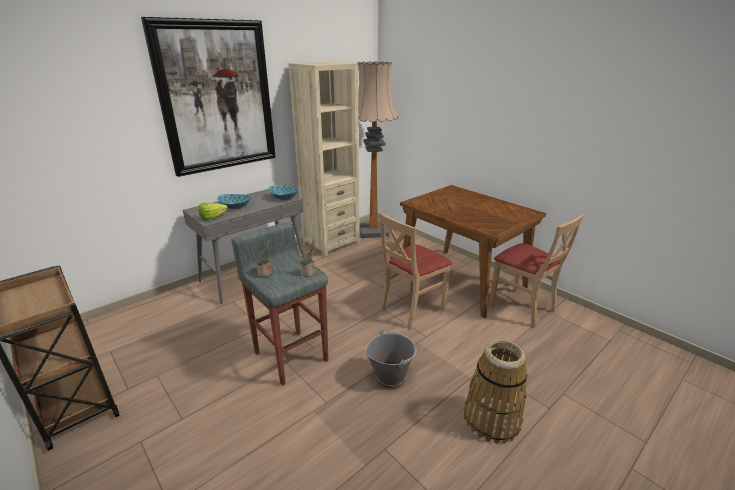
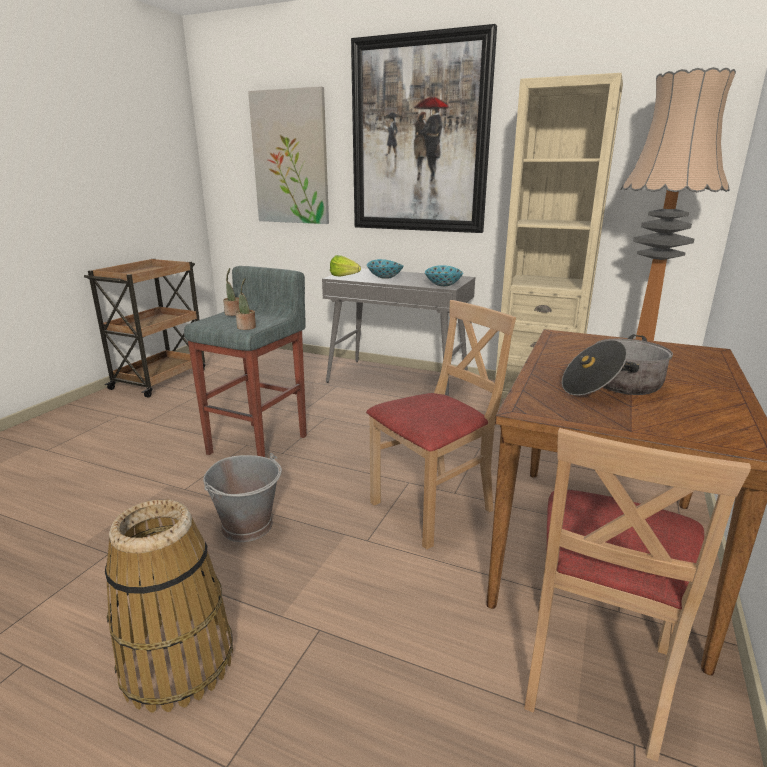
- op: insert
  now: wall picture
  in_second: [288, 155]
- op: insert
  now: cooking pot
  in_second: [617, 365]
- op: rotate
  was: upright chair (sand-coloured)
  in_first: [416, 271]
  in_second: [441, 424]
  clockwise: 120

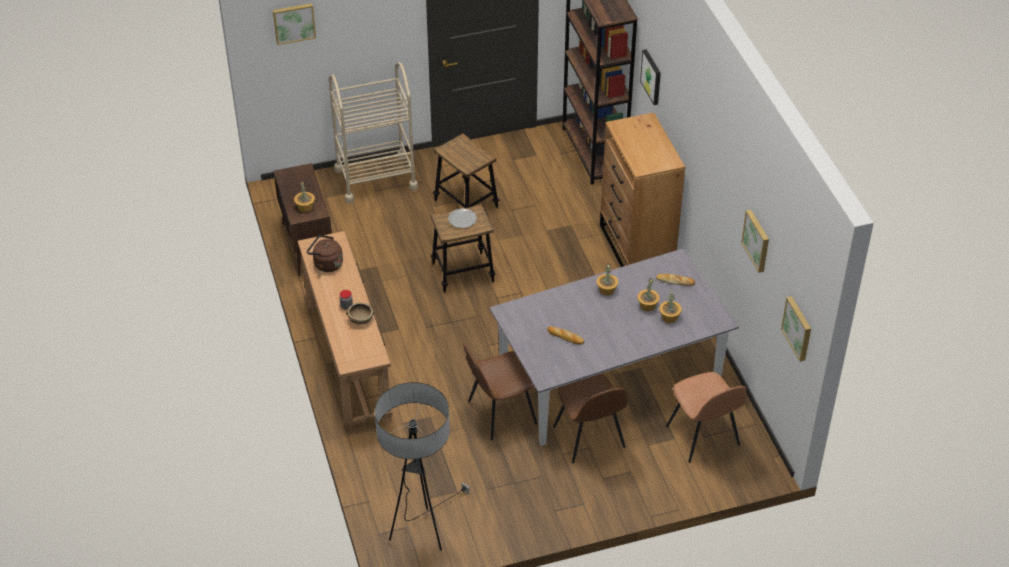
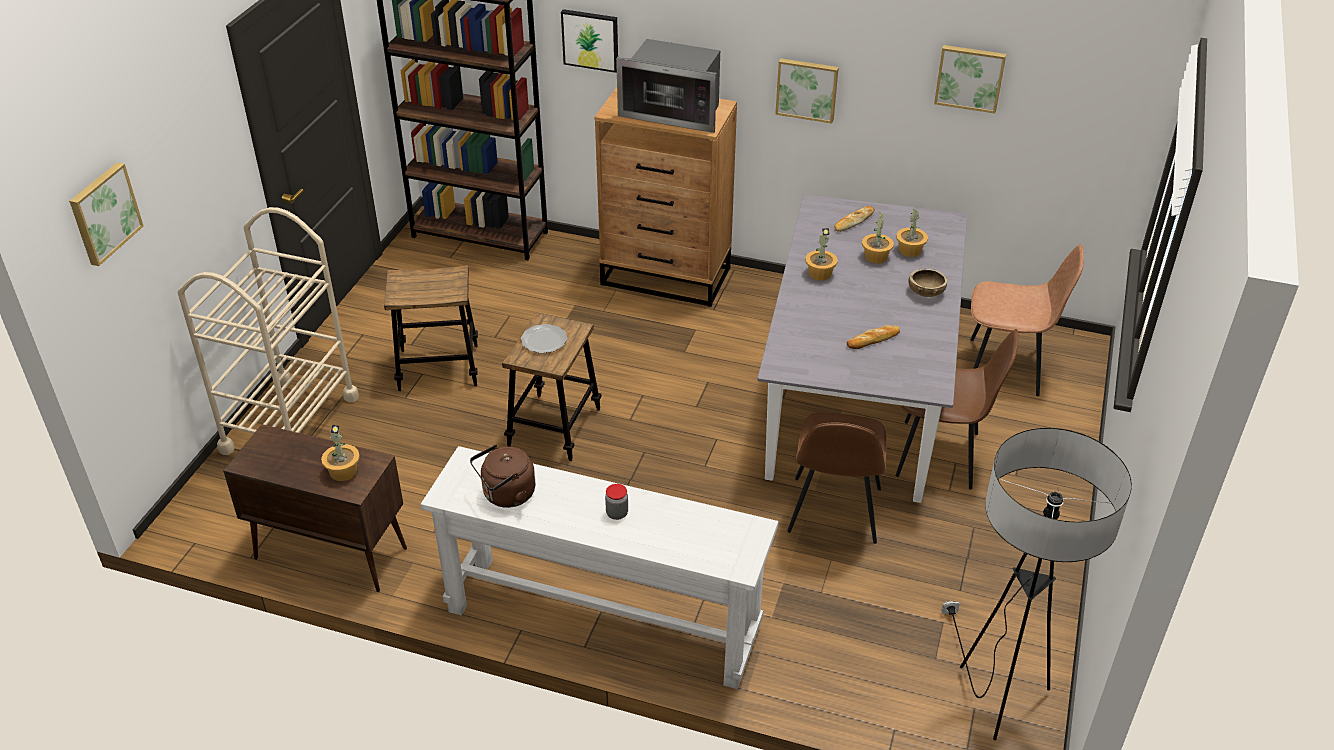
- op: insert
  now: microwave
  in_second: [668, 86]
- op: move
  was: serving bowl (brownish)
  in_first: [360, 314]
  in_second: [927, 283]
- op: move
  was: wall picture
  in_first: [796, 329]
  in_second: [807, 91]
- op: recolor
  was: console table (brownish)
  now: console table (whitish)
  in_first: [345, 331]
  in_second: [599, 567]

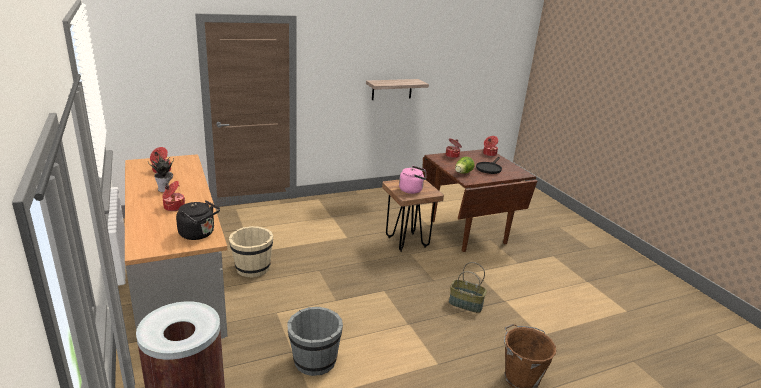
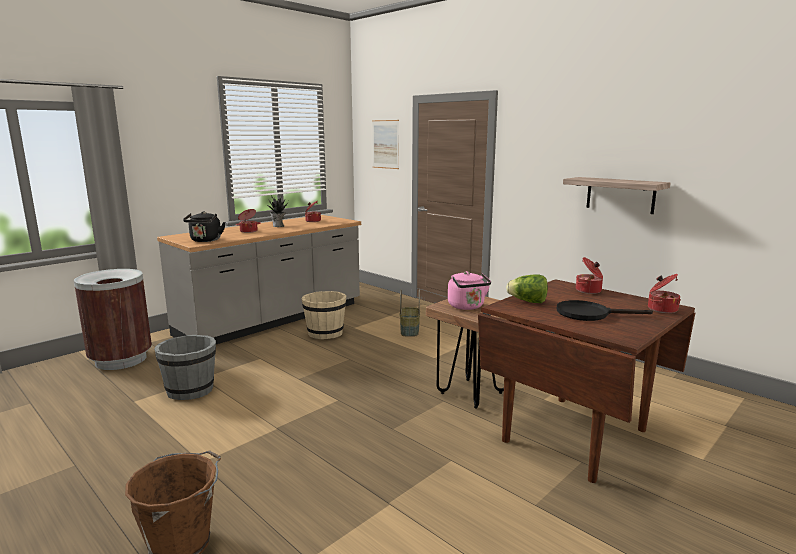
- op: insert
  now: wall picture
  in_second: [385, 144]
- op: move
  was: storage basket
  in_first: [468, 287]
  in_second: [410, 313]

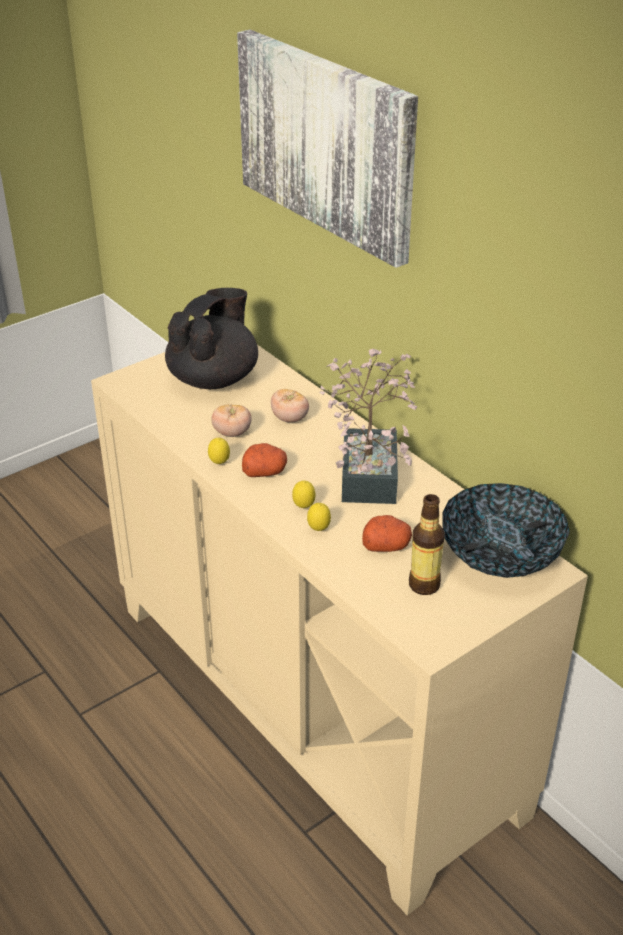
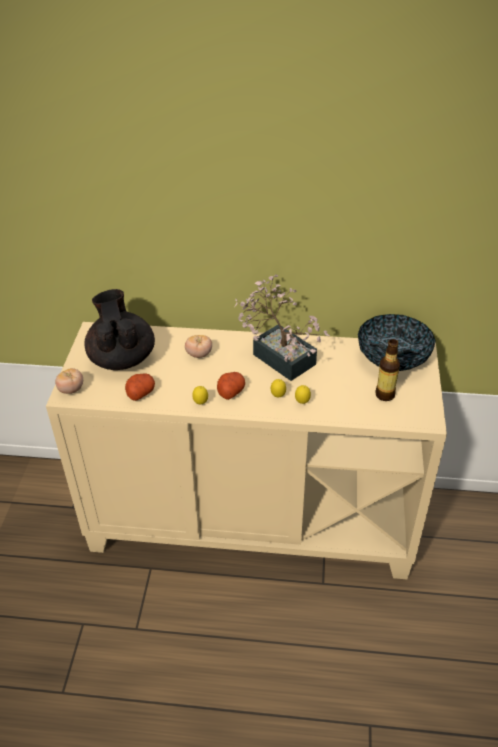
- op: delete
  was: wall picture
  in_first: [327, 148]
- op: move
  was: whole tomato
  in_first: [231, 420]
  in_second: [69, 381]
- op: move
  was: whole potato
  in_first: [387, 533]
  in_second: [140, 387]

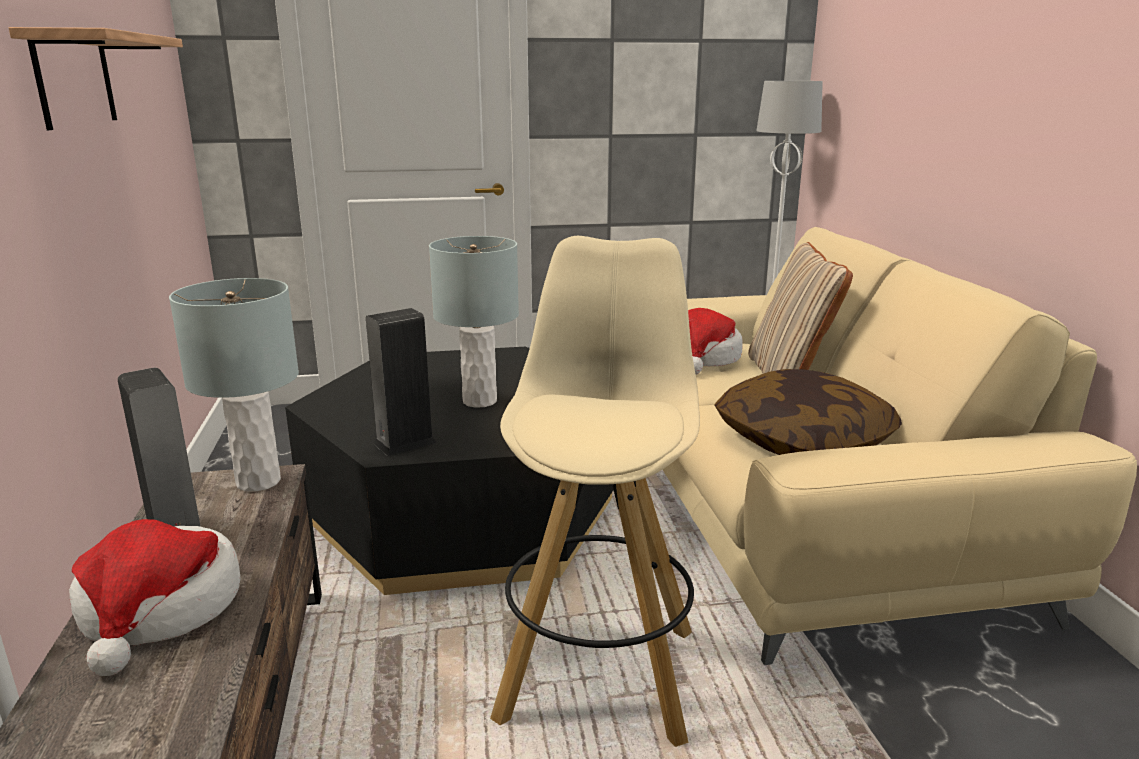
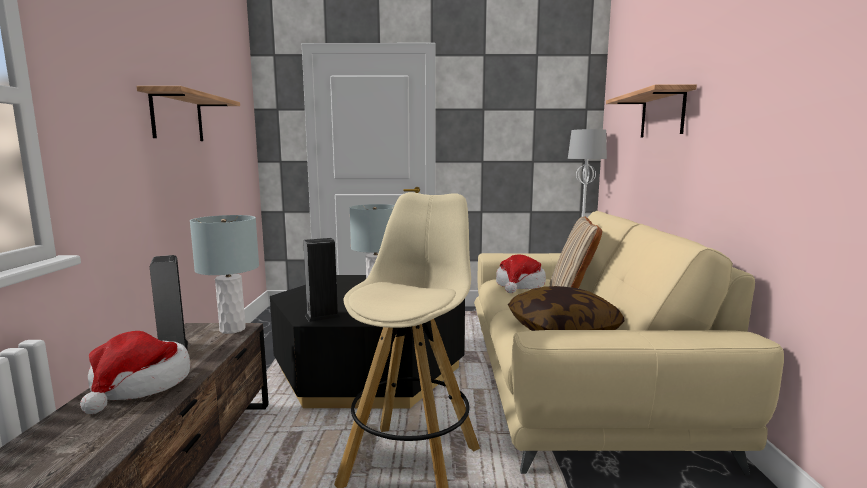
- op: insert
  now: wall shelf
  in_second: [651, 111]

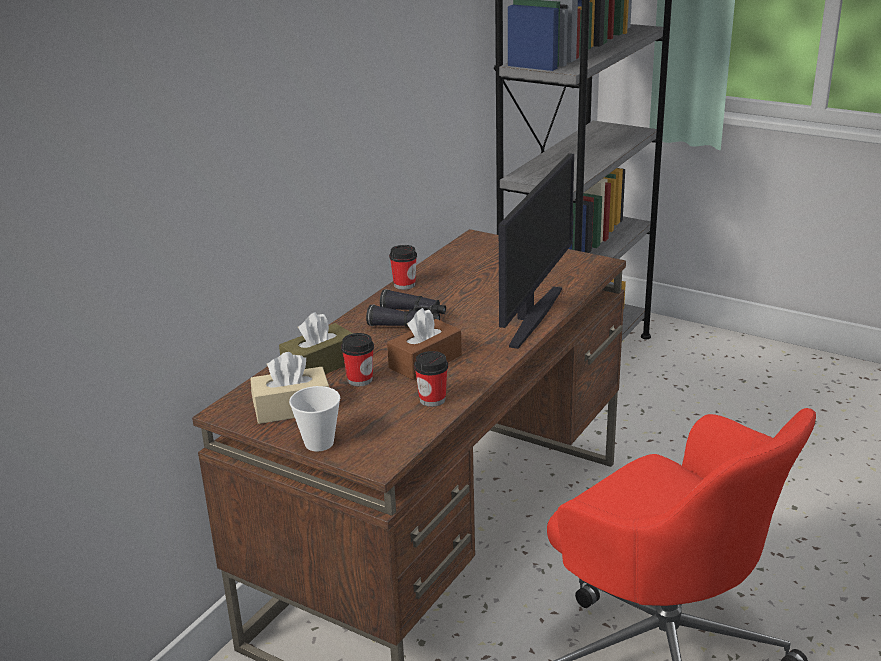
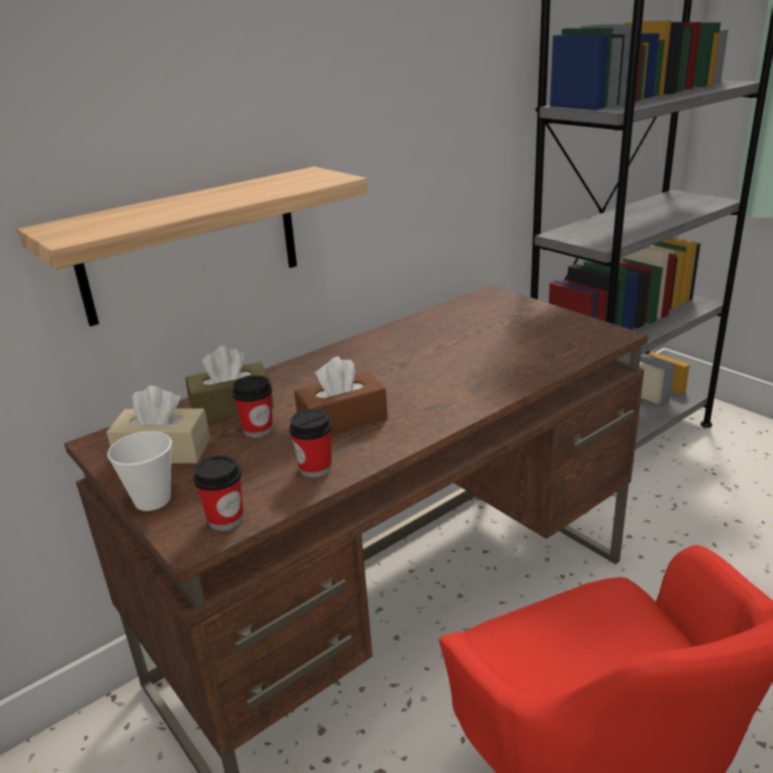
- op: delete
  was: pair of binoculars (black)
  in_first: [406, 308]
- op: delete
  was: computer screen
  in_first: [536, 251]
- op: insert
  now: wall shelf
  in_second: [192, 246]
- op: move
  was: cup
  in_first: [403, 267]
  in_second: [218, 493]

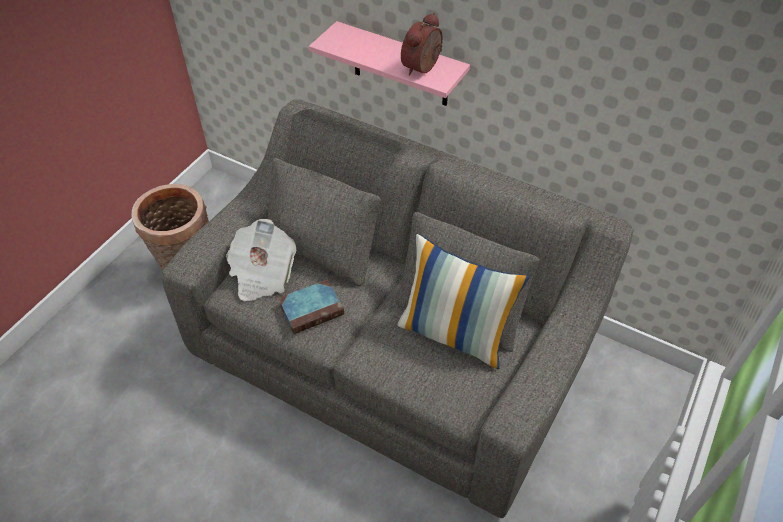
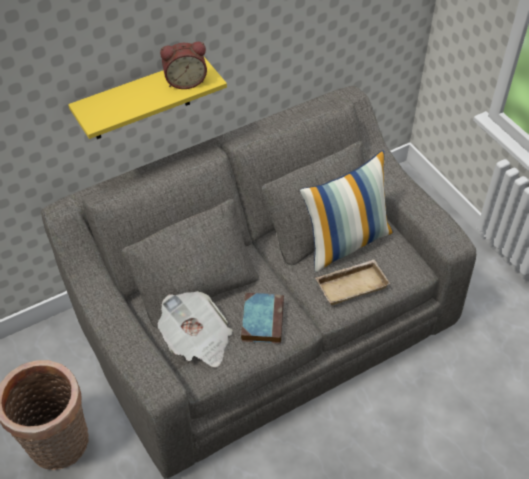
- op: insert
  now: serving tray (sand-coloured)
  in_second: [353, 282]
- op: recolor
  was: wall shelf (pink-coloured)
  now: wall shelf (yellowish)
  in_first: [389, 63]
  in_second: [147, 98]
- op: rotate
  was: table clock
  in_first: [422, 44]
  in_second: [183, 65]
  clockwise: -75

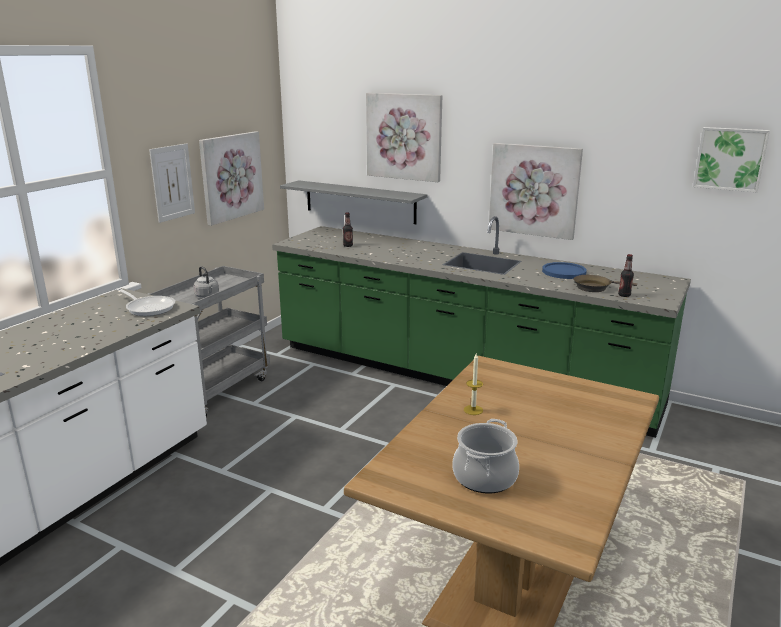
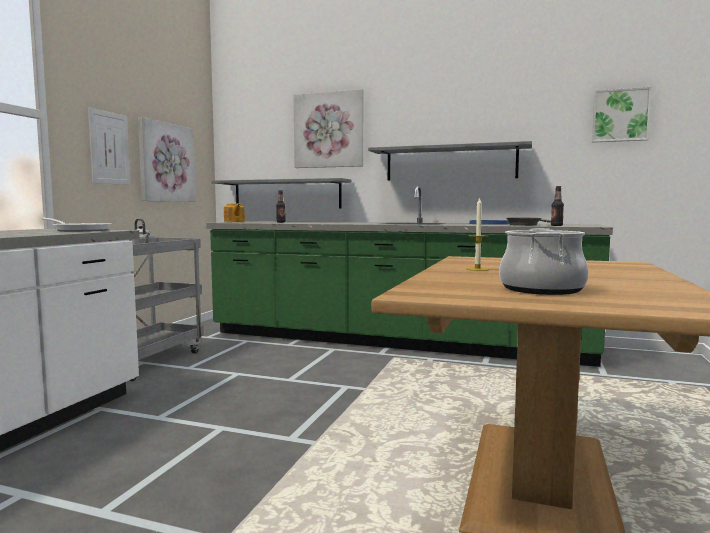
- op: insert
  now: tea pot
  in_second: [234, 212]
- op: replace
  was: wall picture
  now: wall shelf (greyish)
  in_first: [536, 191]
  in_second: [450, 161]

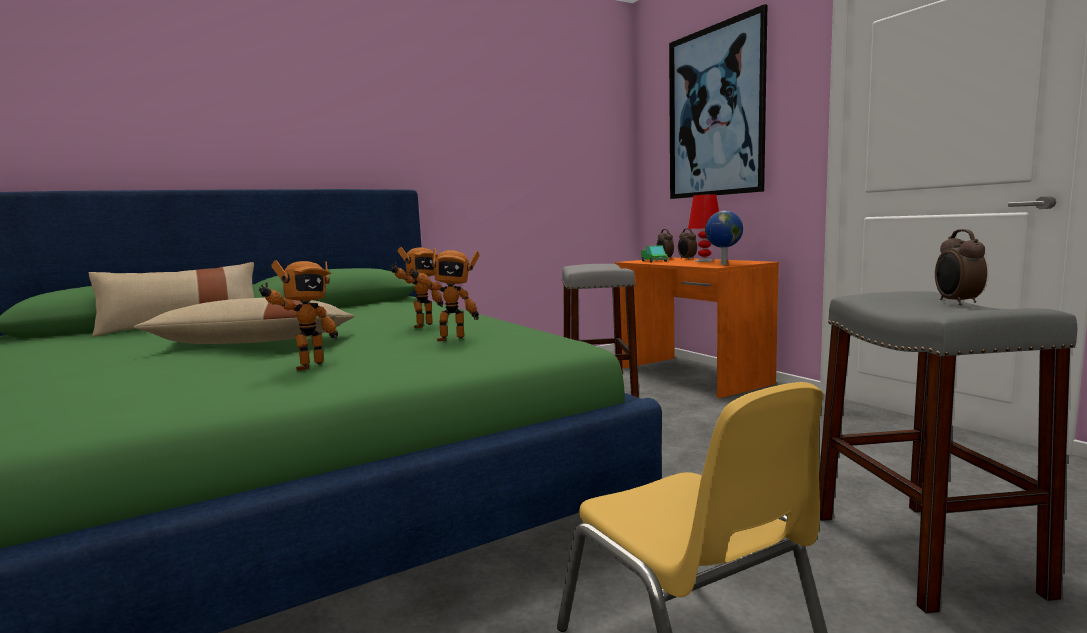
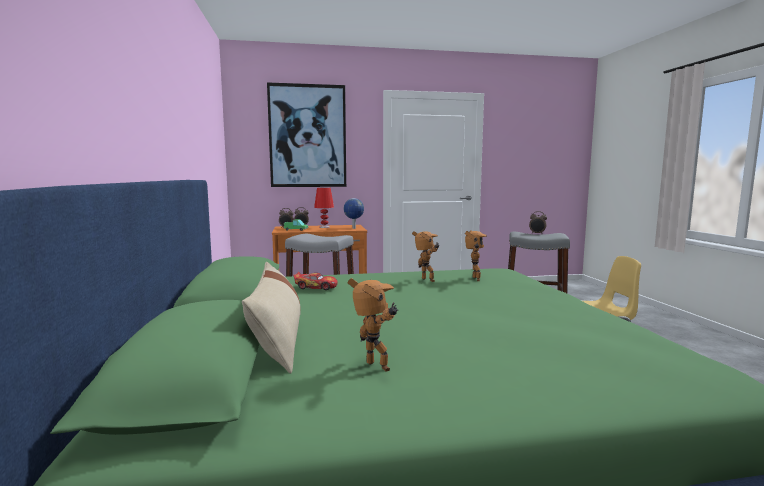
- op: delete
  was: cushion (sand-coloured)
  in_first: [244, 321]
- op: insert
  now: toy car
  in_second: [315, 281]
- op: move
  was: toy robot
  in_first: [298, 315]
  in_second: [373, 324]

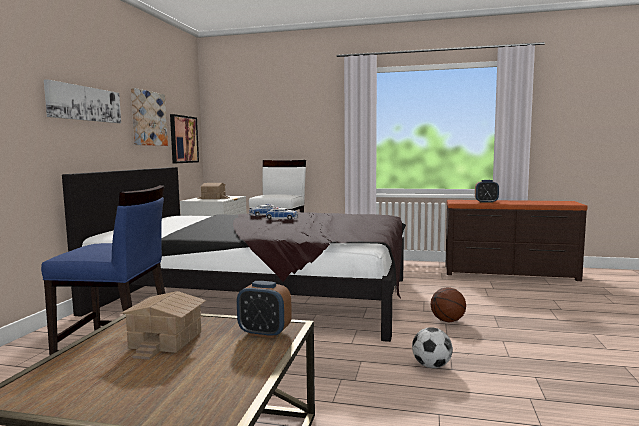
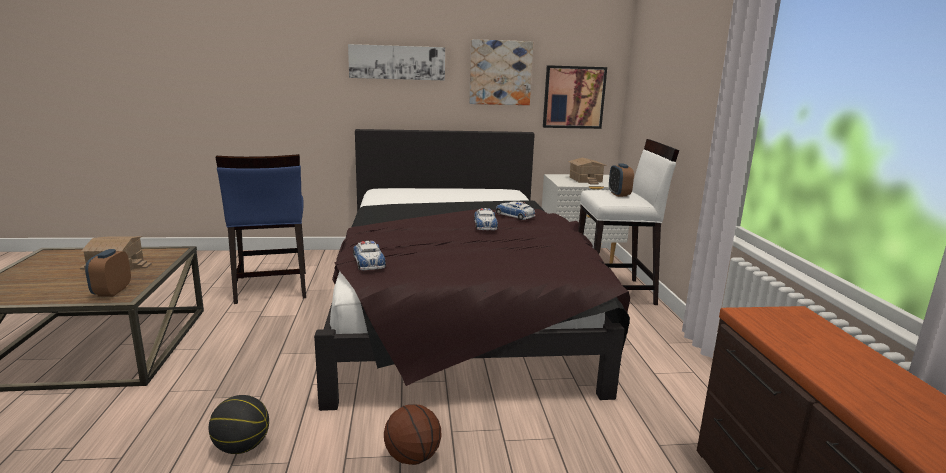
- op: insert
  now: toy car
  in_second: [369, 255]
- op: move
  was: table clock
  in_first: [487, 191]
  in_second: [621, 180]
- op: replace
  was: ball for football
  now: ball for basketball
  in_first: [432, 348]
  in_second: [238, 424]

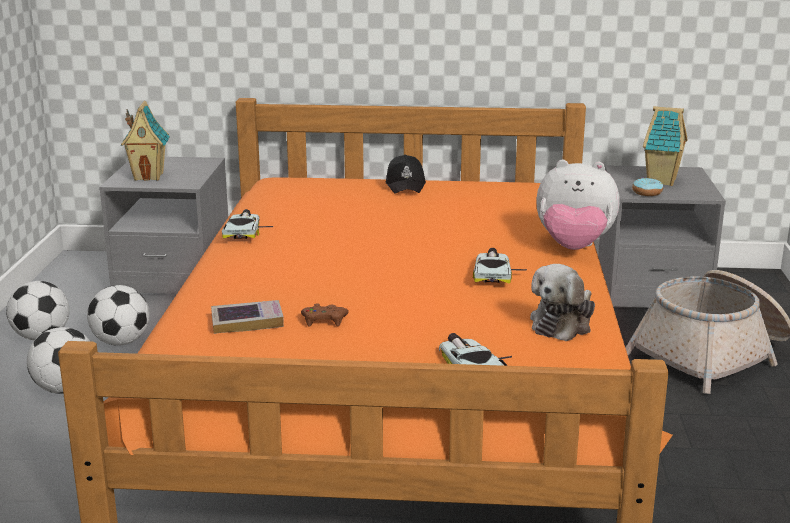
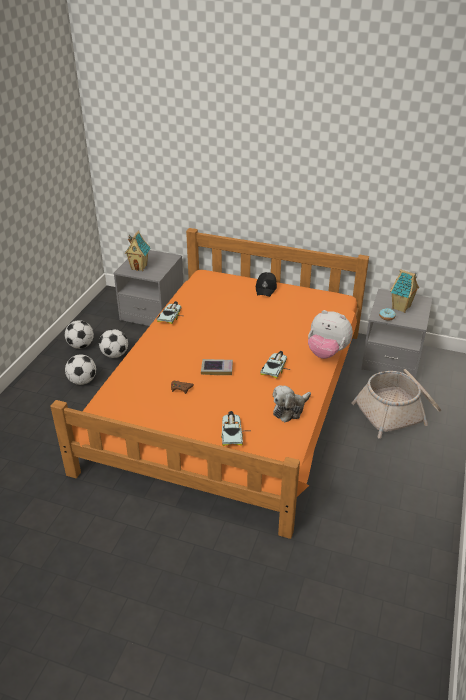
- op: move
  was: book
  in_first: [247, 317]
  in_second: [217, 367]

